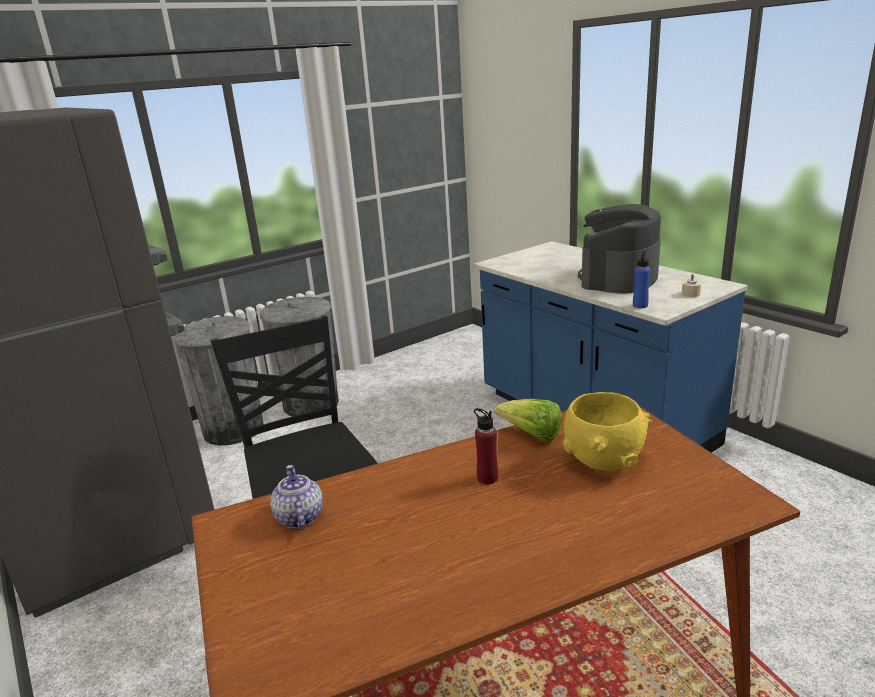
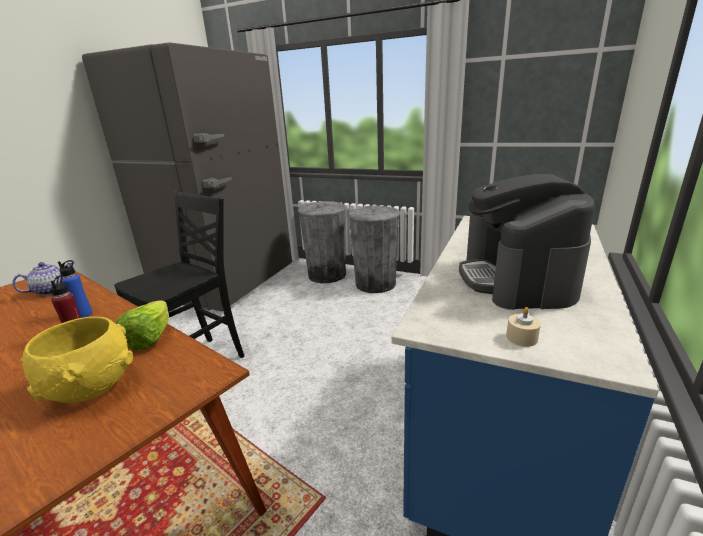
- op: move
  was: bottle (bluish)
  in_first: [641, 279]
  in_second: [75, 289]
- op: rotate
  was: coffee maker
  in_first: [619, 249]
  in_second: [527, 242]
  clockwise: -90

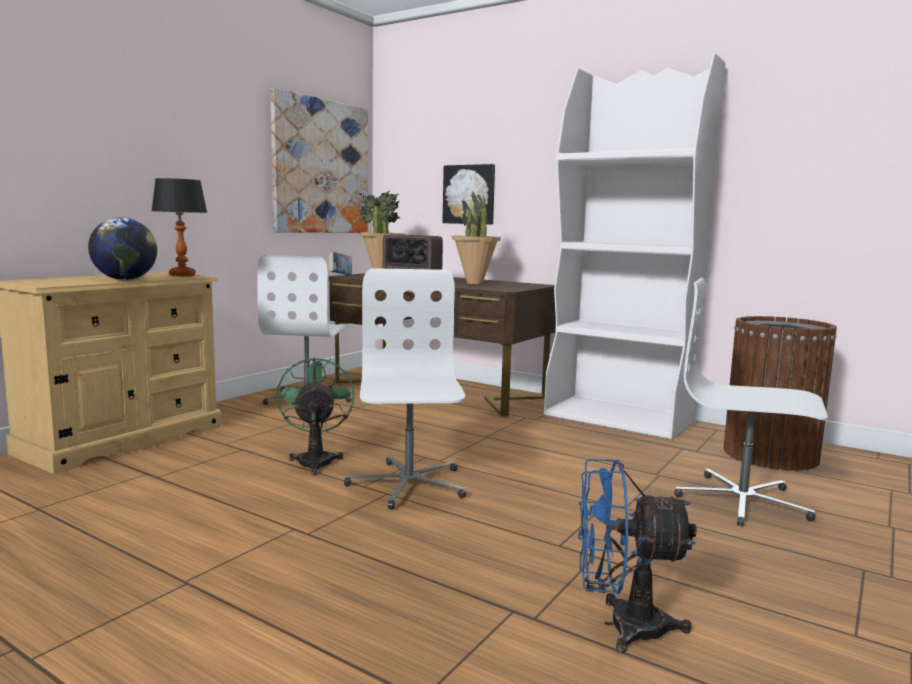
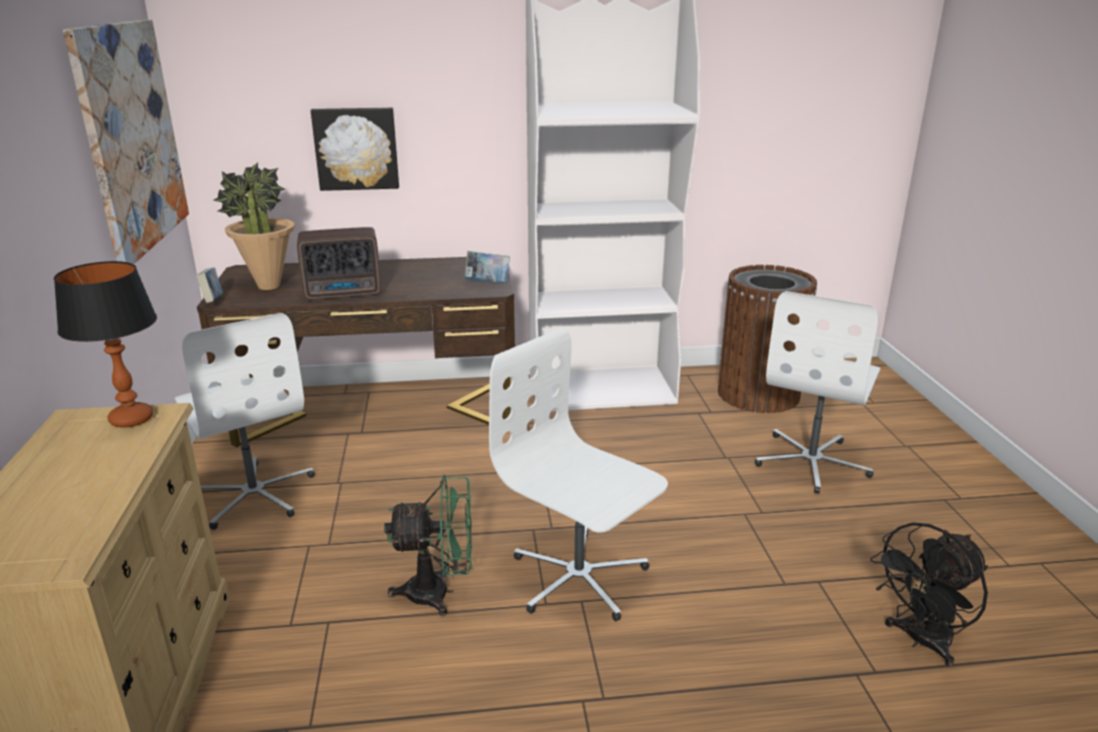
- op: delete
  was: globe
  in_first: [122, 248]
- op: delete
  was: potted plant
  in_first: [476, 237]
- op: insert
  now: book
  in_second: [487, 267]
- op: recolor
  was: electric fan (bluish)
  now: electric fan (black)
  in_first: [637, 556]
  in_second: [929, 594]
- op: rotate
  was: electric fan (green-coloured)
  in_first: [315, 416]
  in_second: [428, 545]
  clockwise: 135
- op: rotate
  was: computer chair (whitish)
  in_first: [751, 402]
  in_second: [817, 392]
  clockwise: -45

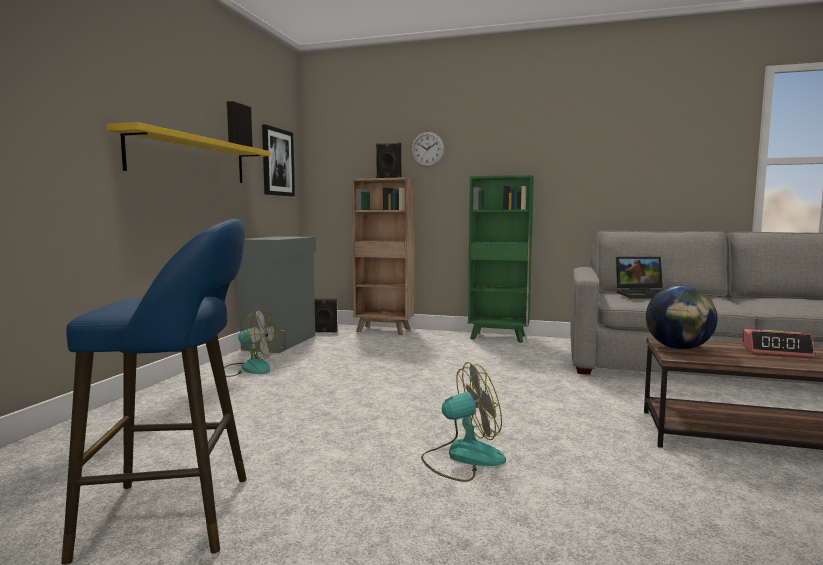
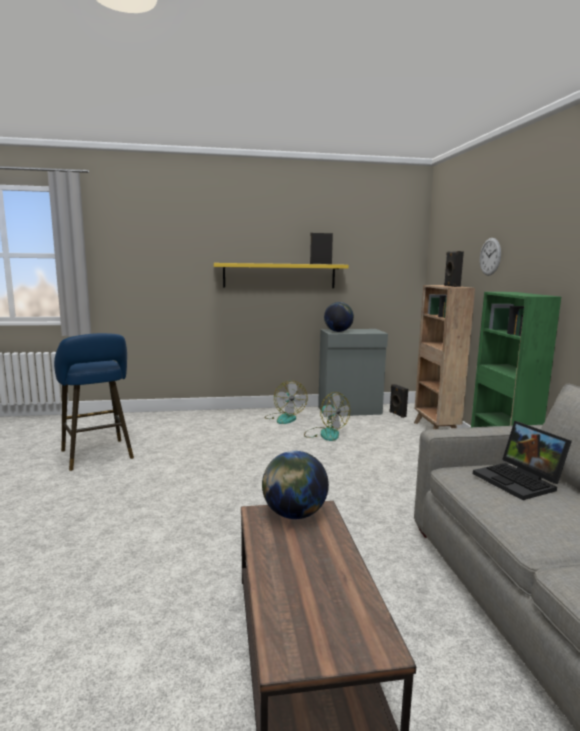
- op: delete
  was: wall picture
  in_first: [278, 160]
- op: delete
  was: table clock
  in_first: [778, 343]
- op: insert
  now: globe
  in_second: [339, 317]
- op: move
  was: electric fan
  in_first: [463, 422]
  in_second: [327, 416]

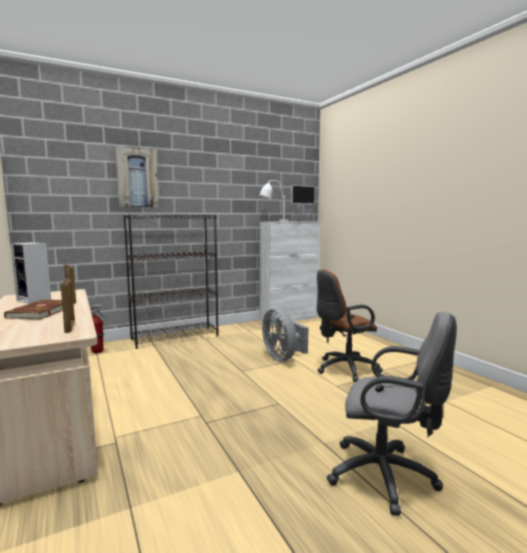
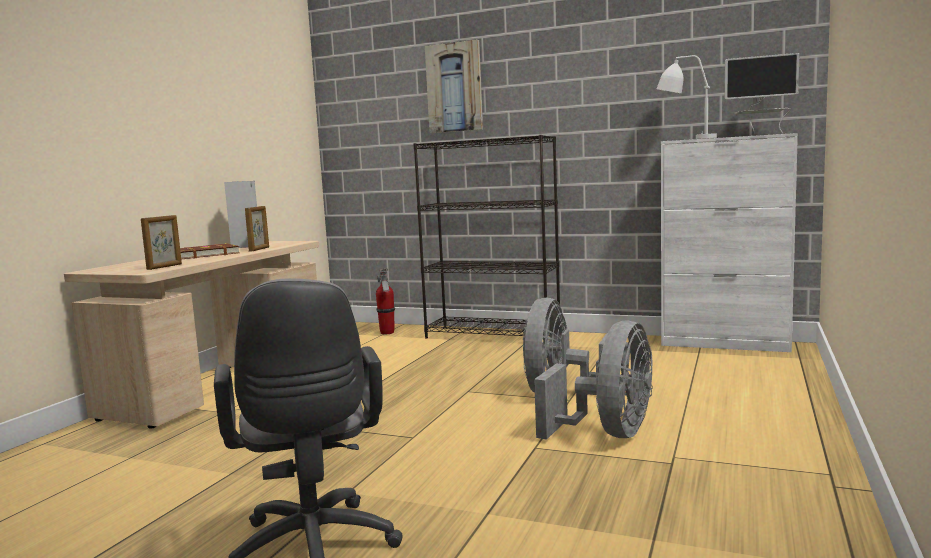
- op: replace
  was: computer chair (brownish)
  now: electric fan (greyish)
  in_first: [350, 325]
  in_second: [593, 380]

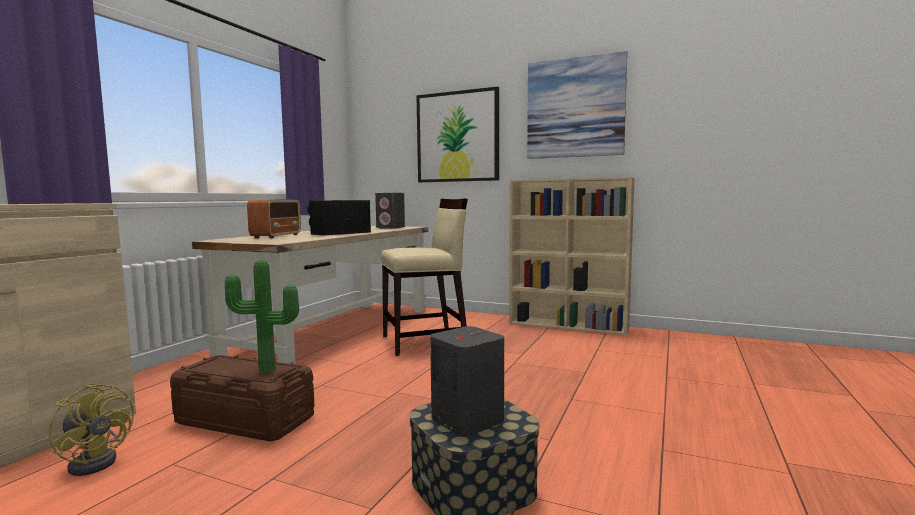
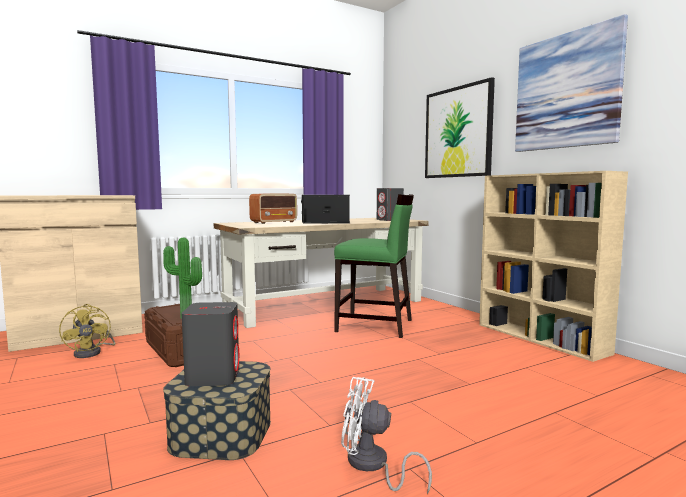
- op: insert
  now: electric fan (whitish)
  in_second: [386, 435]
- op: recolor
  was: upright chair (sand-coloured)
  now: upright chair (green-coloured)
  in_first: [424, 277]
  in_second: [374, 266]

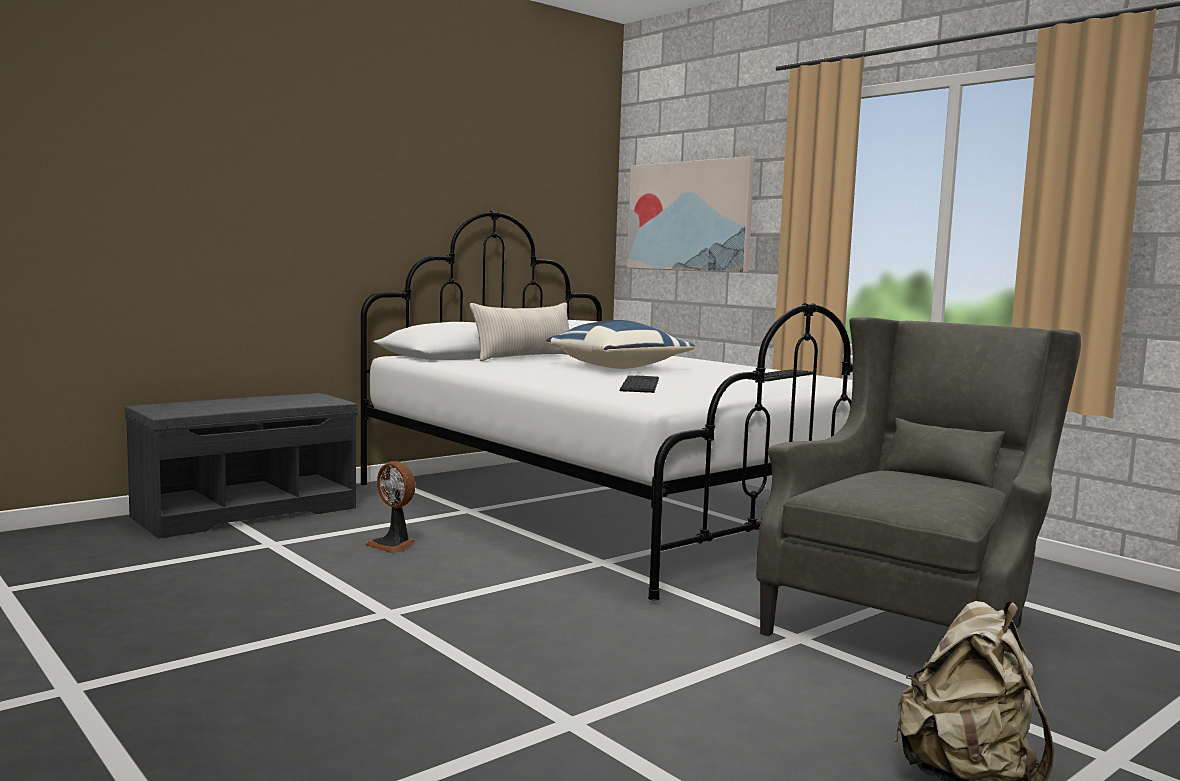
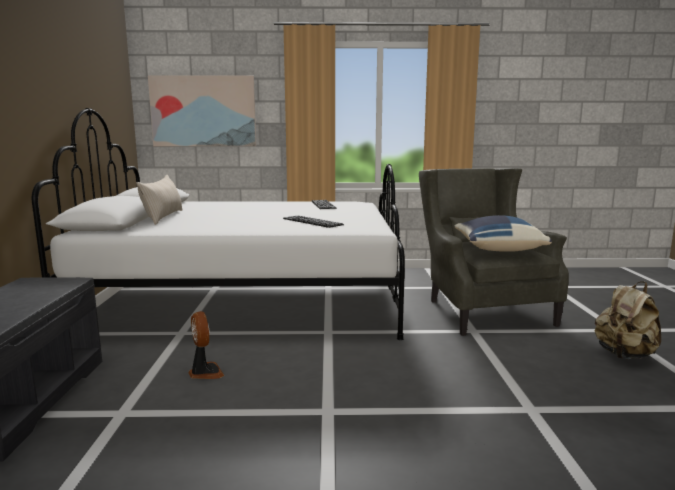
- op: move
  was: cushion (bluish)
  in_first: [620, 344]
  in_second: [503, 233]
- op: rotate
  was: electric fan
  in_first: [390, 507]
  in_second: [206, 345]
  clockwise: -105

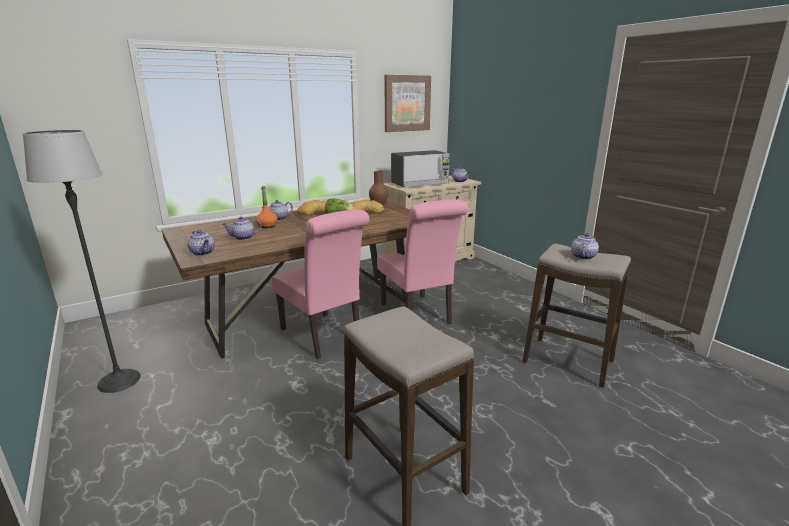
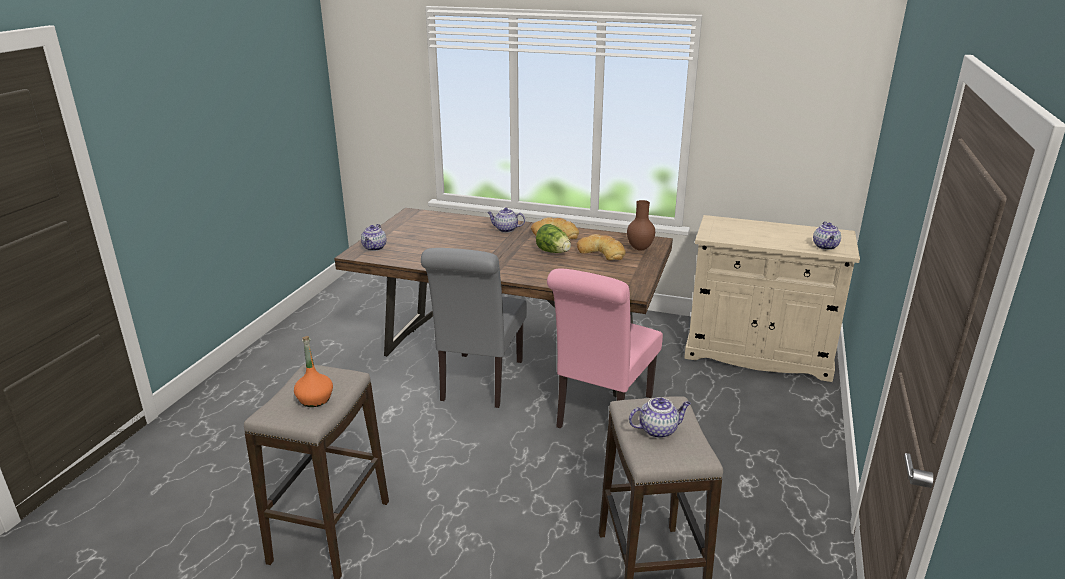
- op: delete
  was: standard lamp
  in_first: [82, 261]
- op: delete
  was: tea pot
  in_first: [242, 228]
- op: delete
  was: wall picture
  in_first: [407, 103]
- op: delete
  was: microwave
  in_first: [420, 168]
- op: move
  was: bottle (orange-coloured)
  in_first: [267, 207]
  in_second: [313, 371]
- op: recolor
  was: upright chair (pink-coloured)
  now: upright chair (greyish)
  in_first: [320, 284]
  in_second: [474, 328]

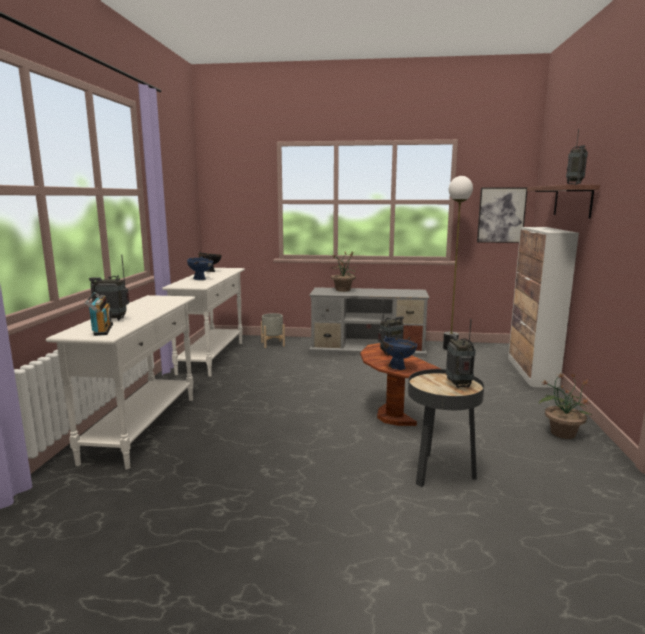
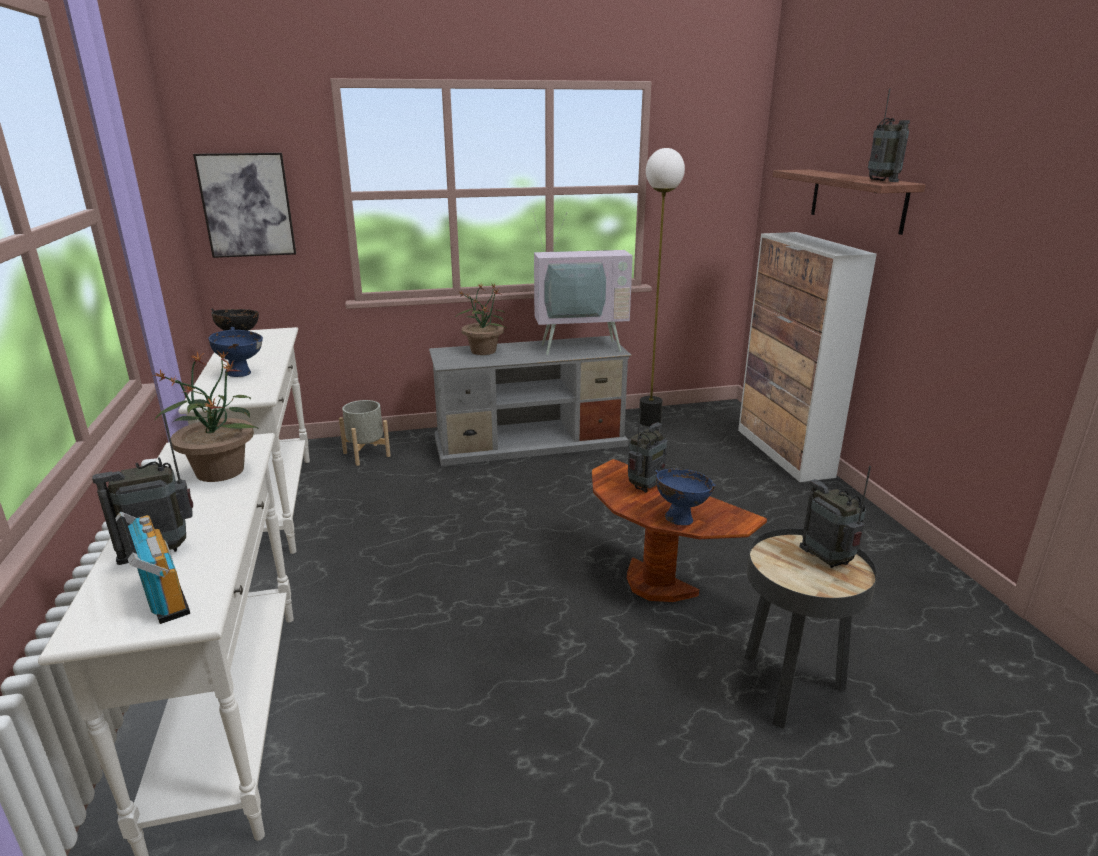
- op: insert
  now: TV set
  in_second: [583, 283]
- op: move
  was: wall picture
  in_first: [502, 215]
  in_second: [244, 205]
- op: move
  was: potted plant
  in_first: [565, 406]
  in_second: [206, 416]

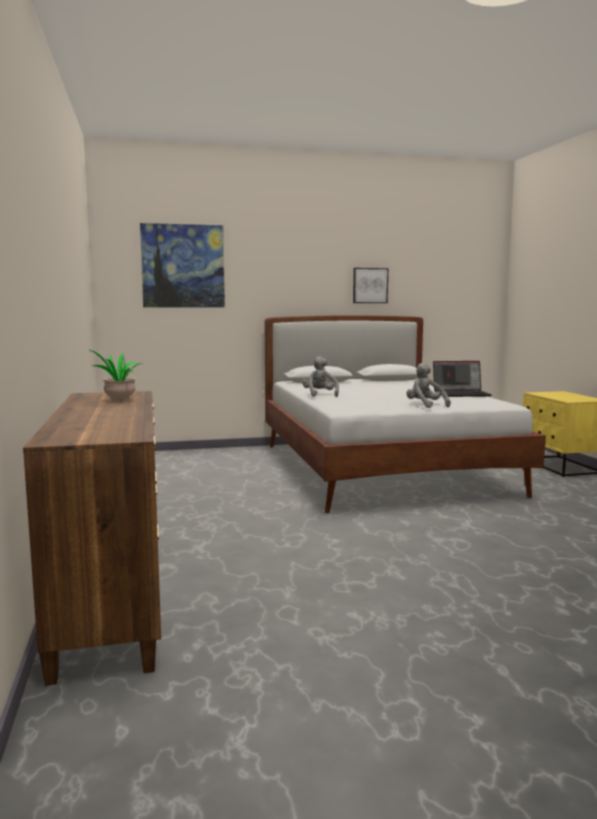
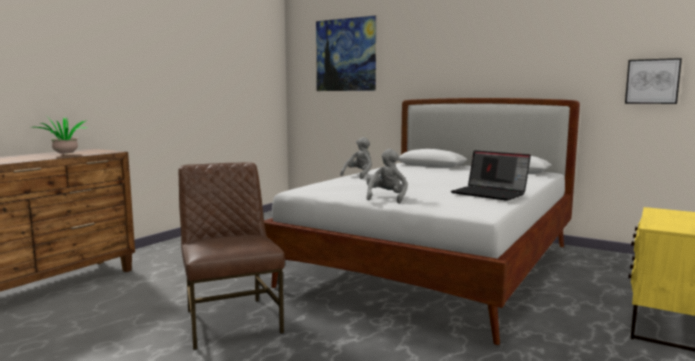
- op: insert
  now: upright chair (brownish)
  in_second: [231, 256]
- op: move
  was: wall picture
  in_first: [370, 285]
  in_second: [653, 81]

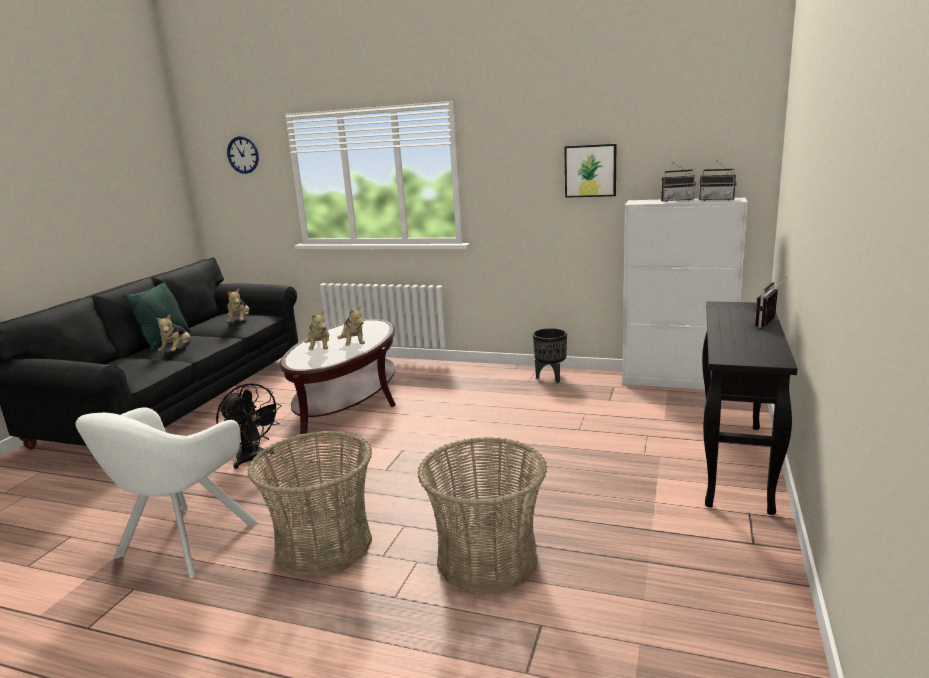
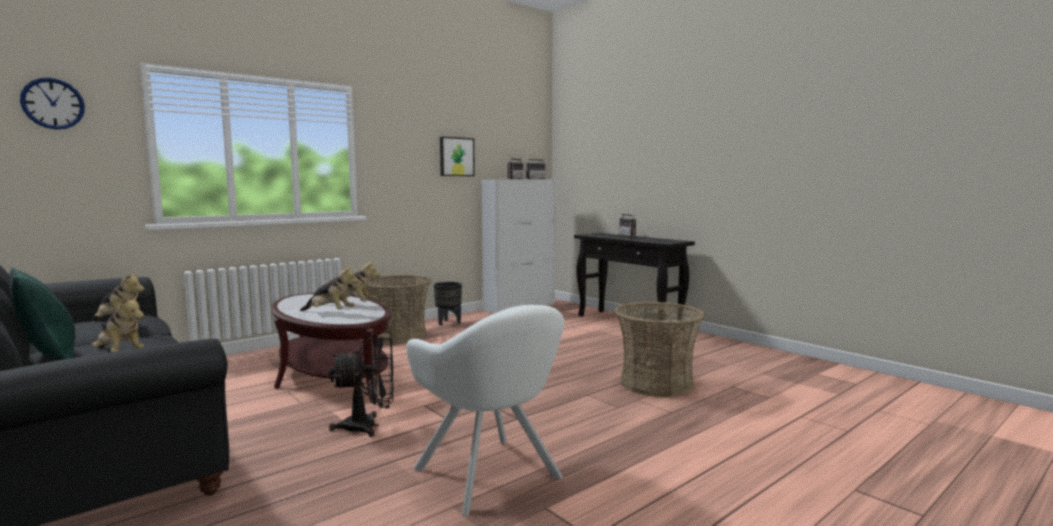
- op: move
  was: storage basket
  in_first: [310, 504]
  in_second: [398, 309]

